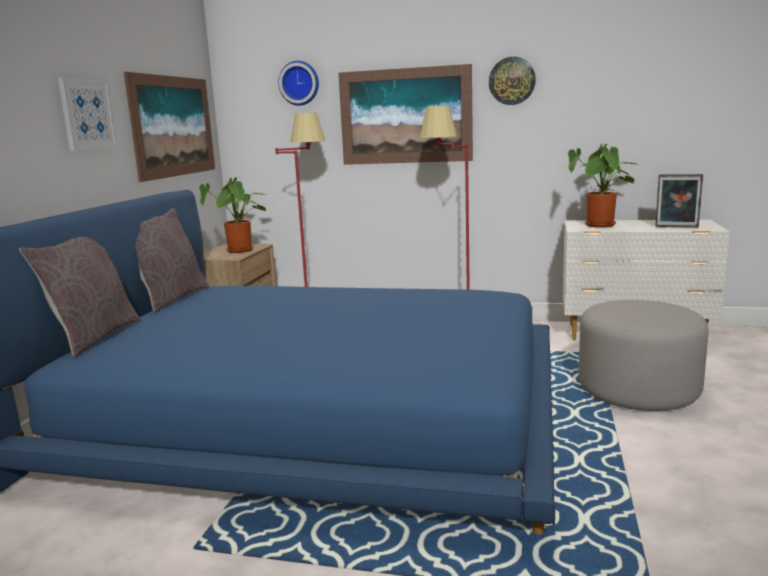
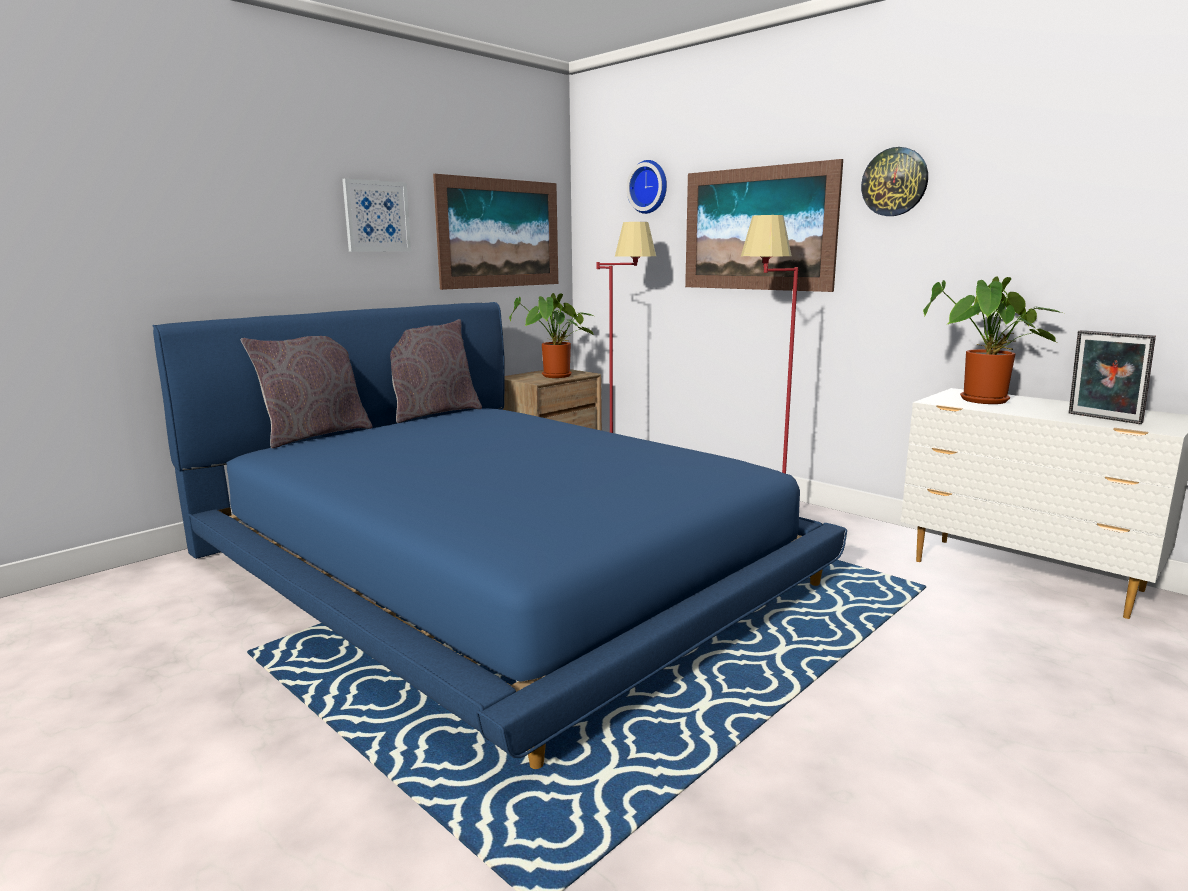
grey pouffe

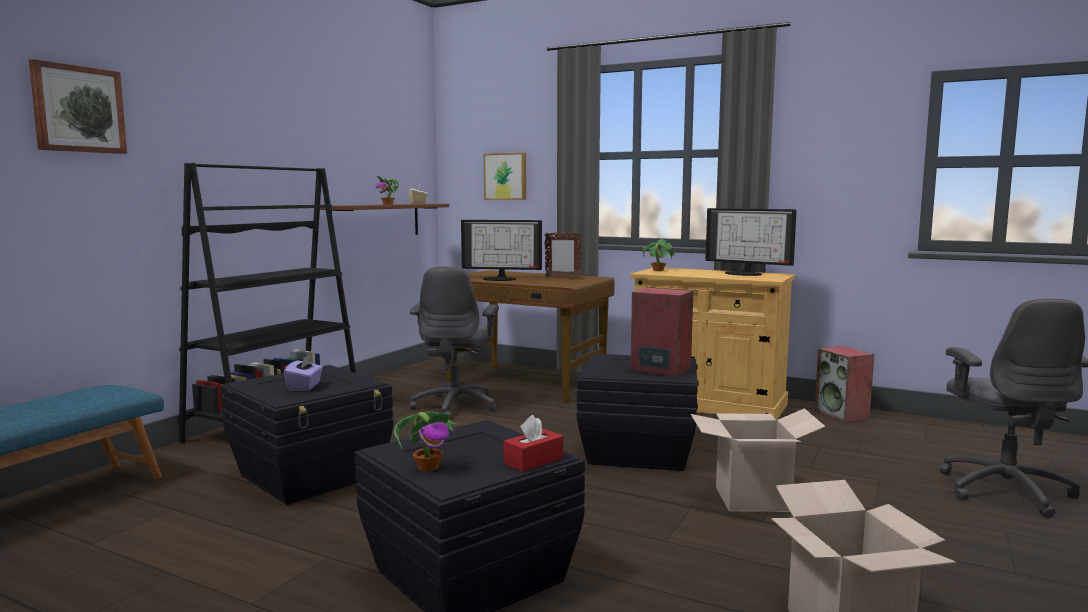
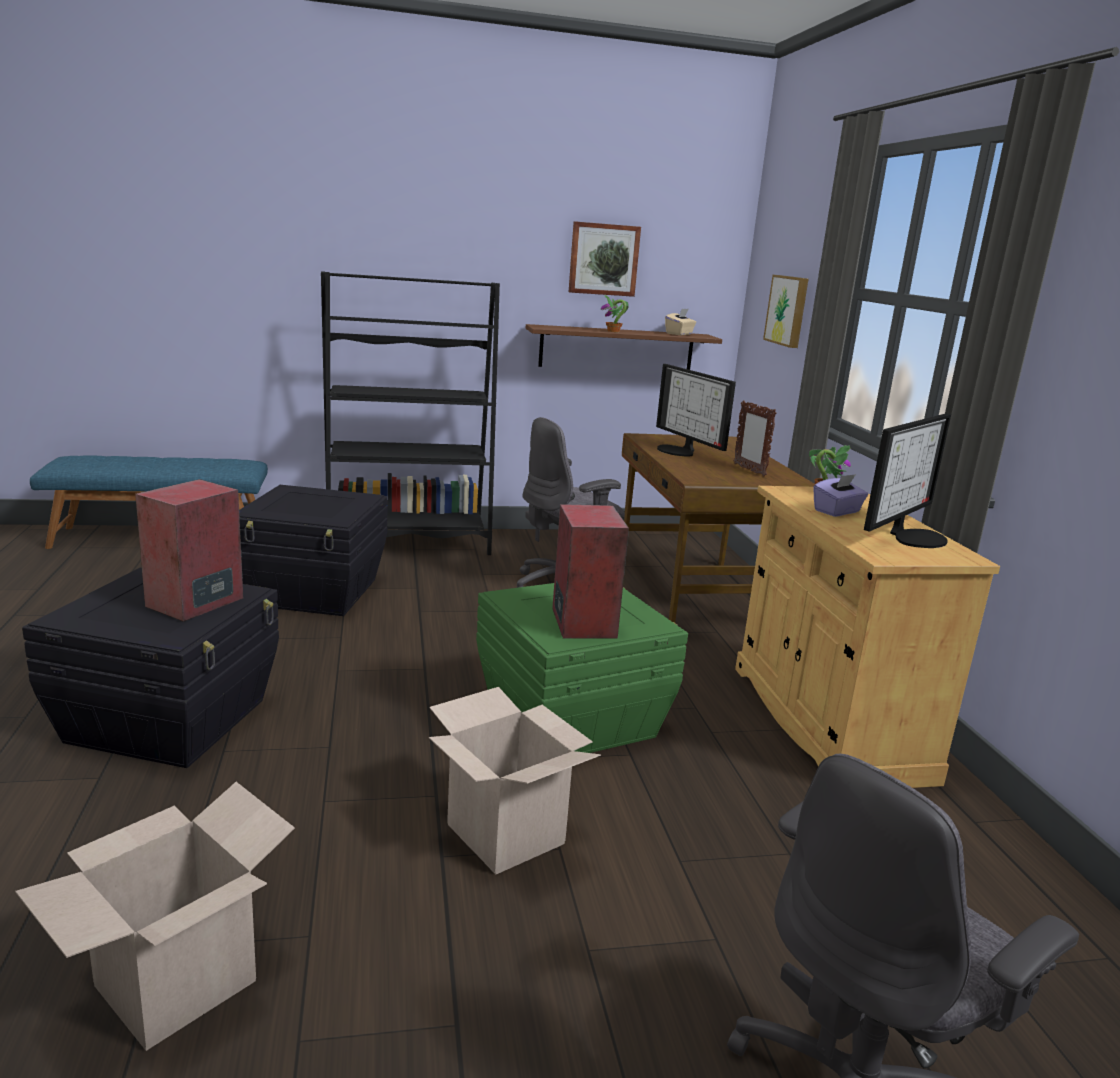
audio speaker (no. 1 from left)
green-coloured storage container
picture (no. 1 from left)
purplish tissue holder
monitor (no. 2 from left)
potted plant (no. 2 from left in the first image)
red tissue holder

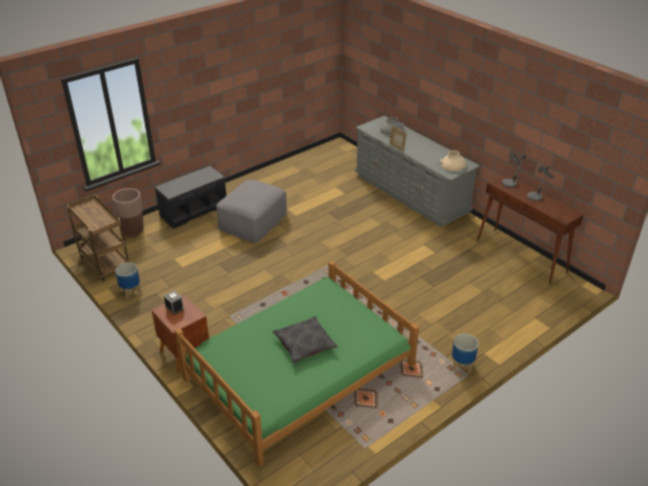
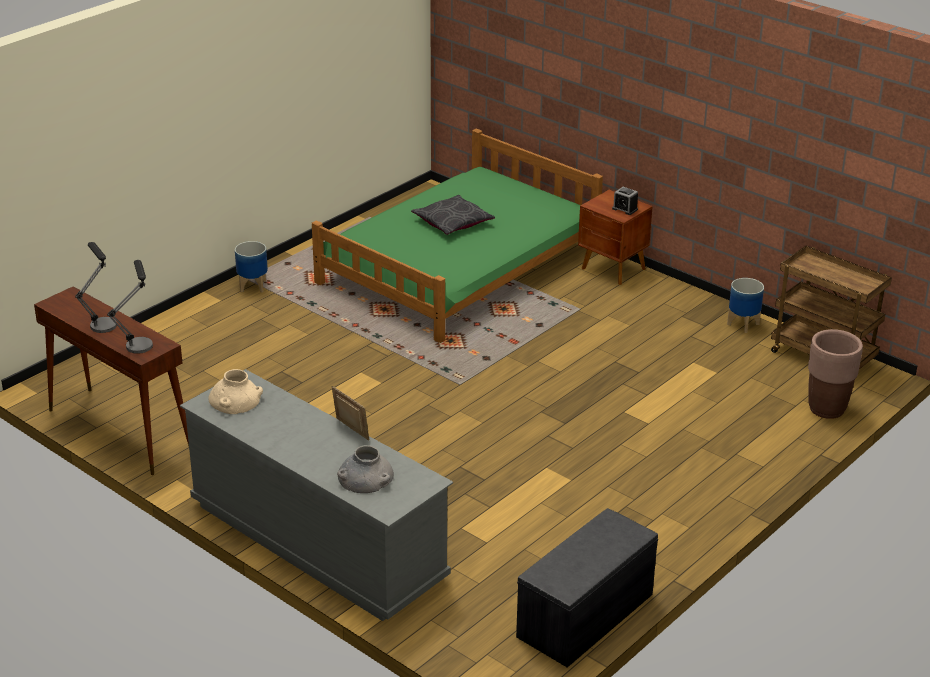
grey long seat
grey pouffe

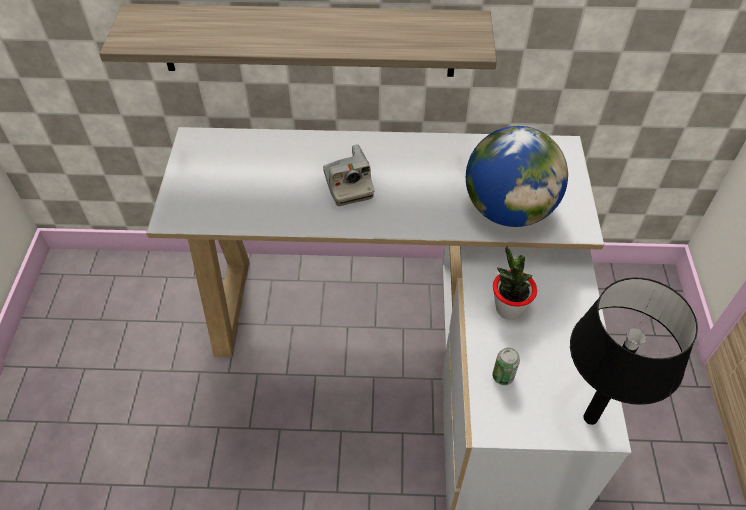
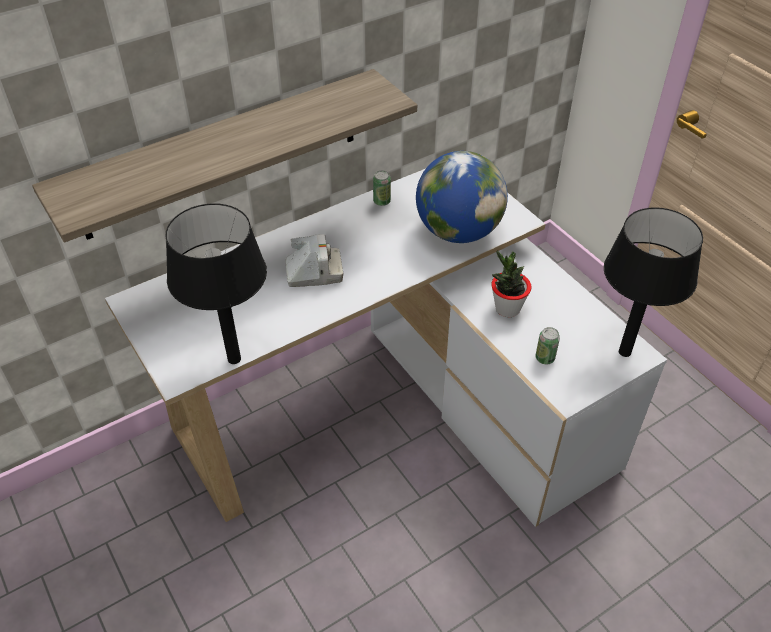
black-coloured table lamp (no. 1 from left)
still camera
metal can (no. 1 from left)

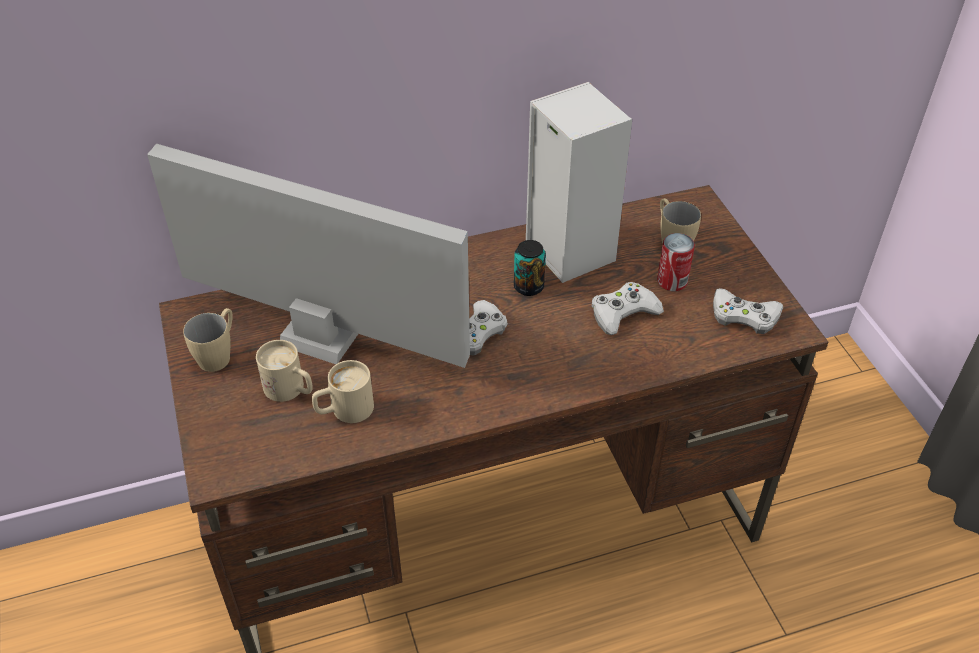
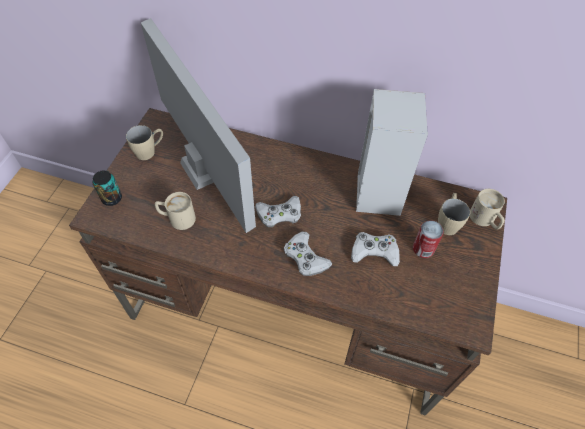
metal can (no. 1 from left)
whitish game controller (no. 2 from left)
beige-coloured coffee mug (no. 4 from left)

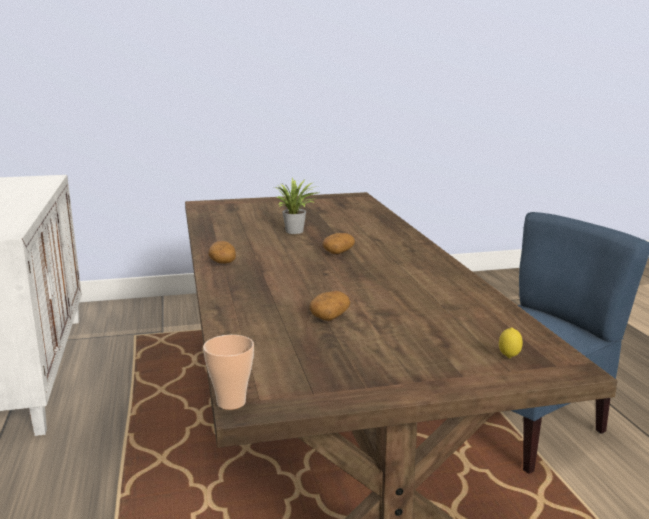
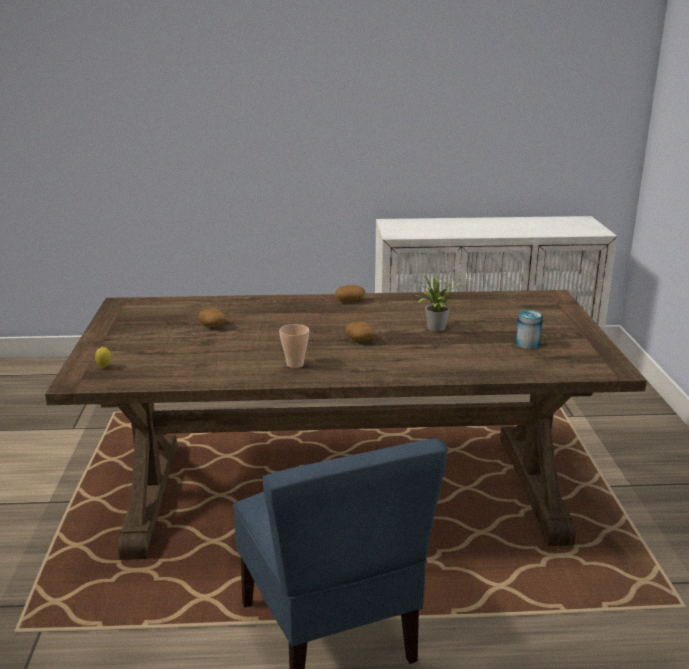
drinking cup
metal can

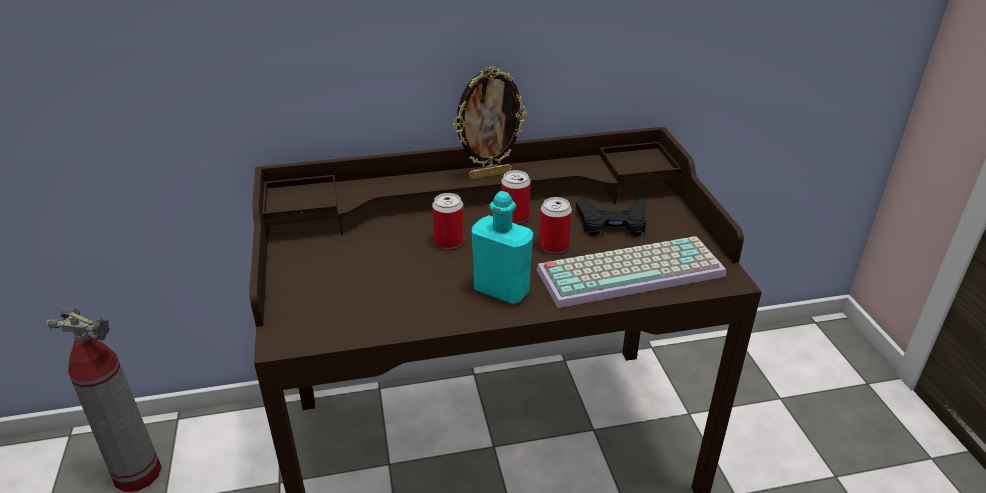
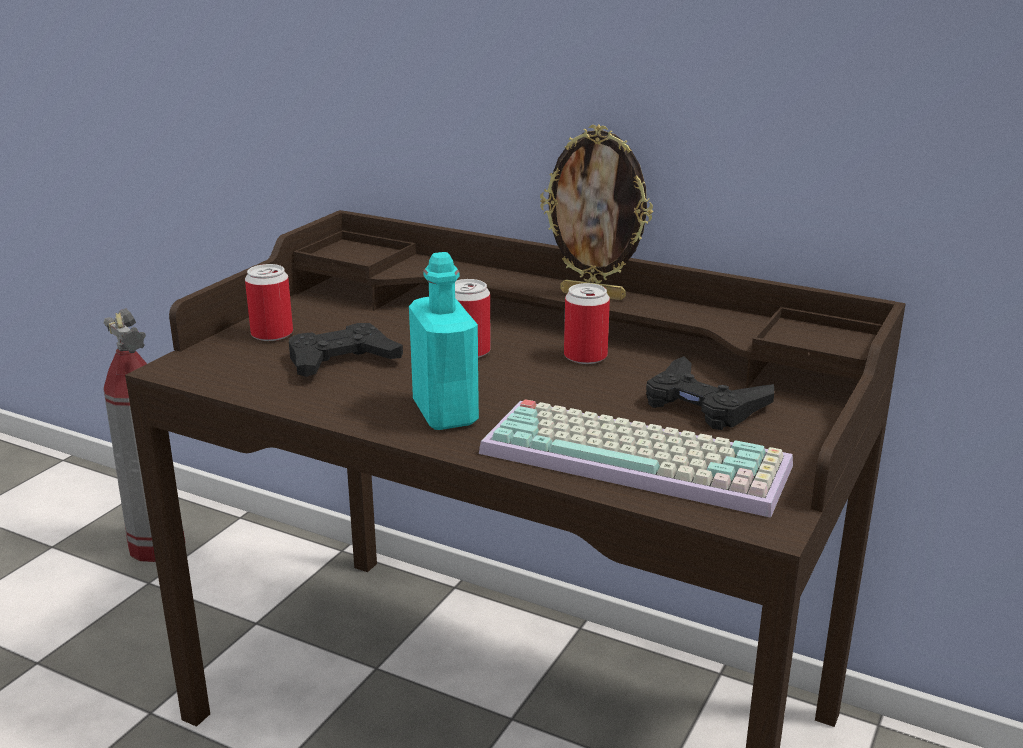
metal can (no. 1 from left)
black-coloured game controller (no. 1 from left)

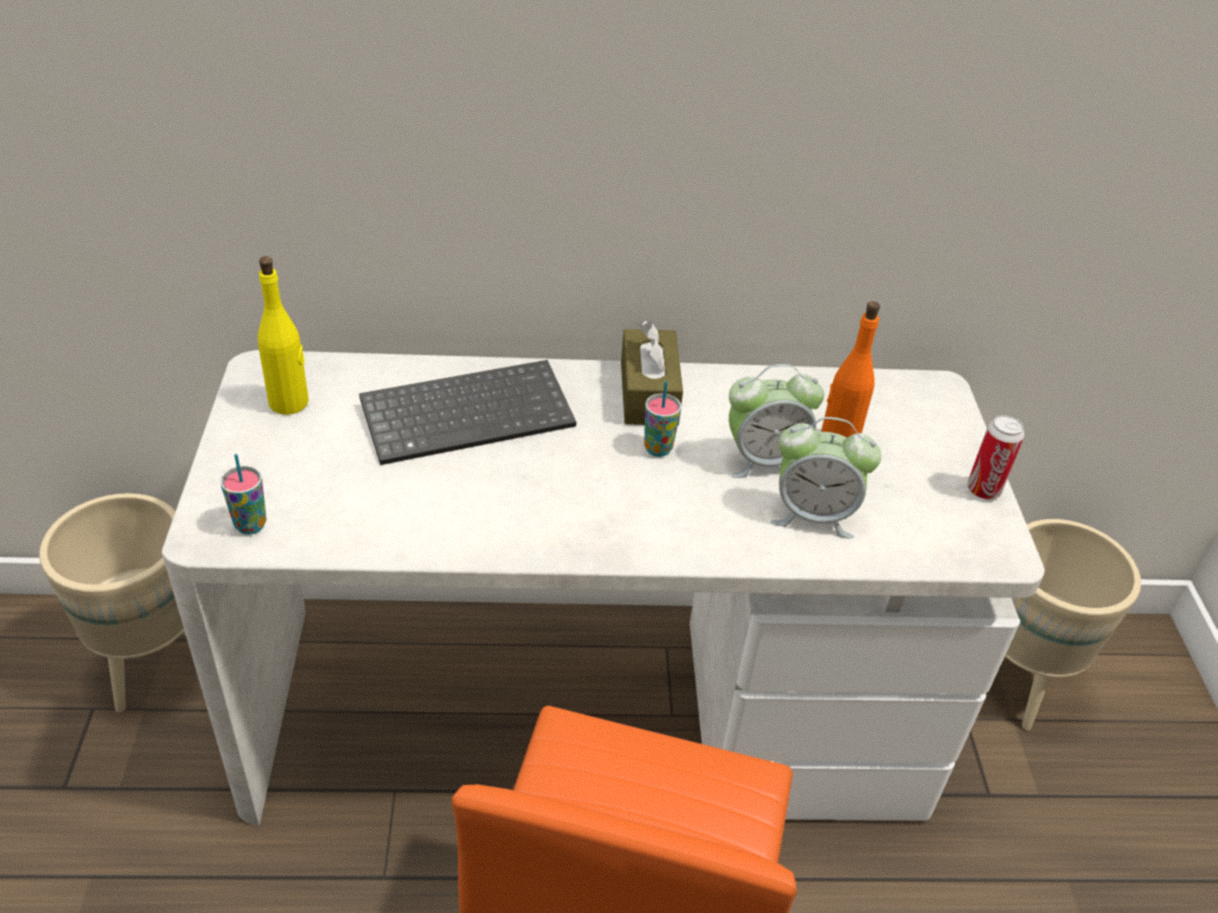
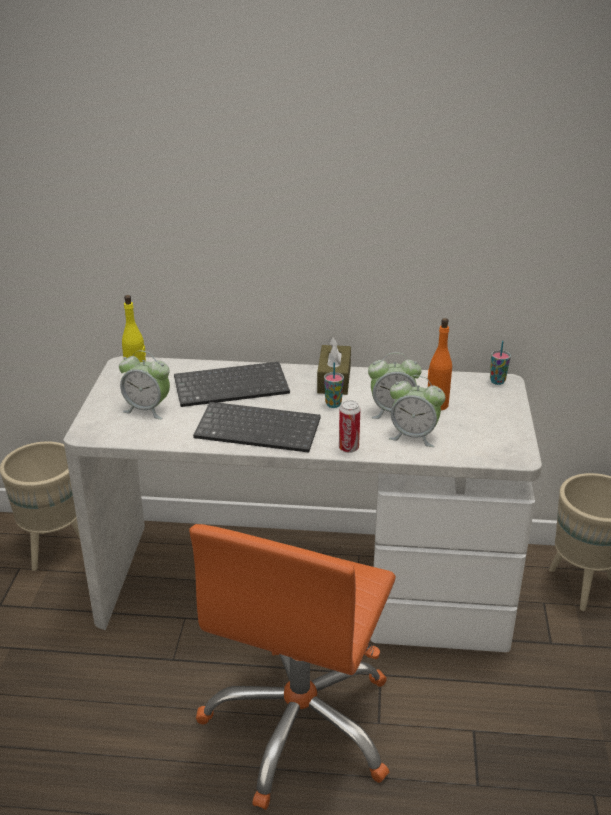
bedside clock (no. 1 from left)
PC keyboard (no. 2 from left)
metal can
drinking cup (no. 2 from left)

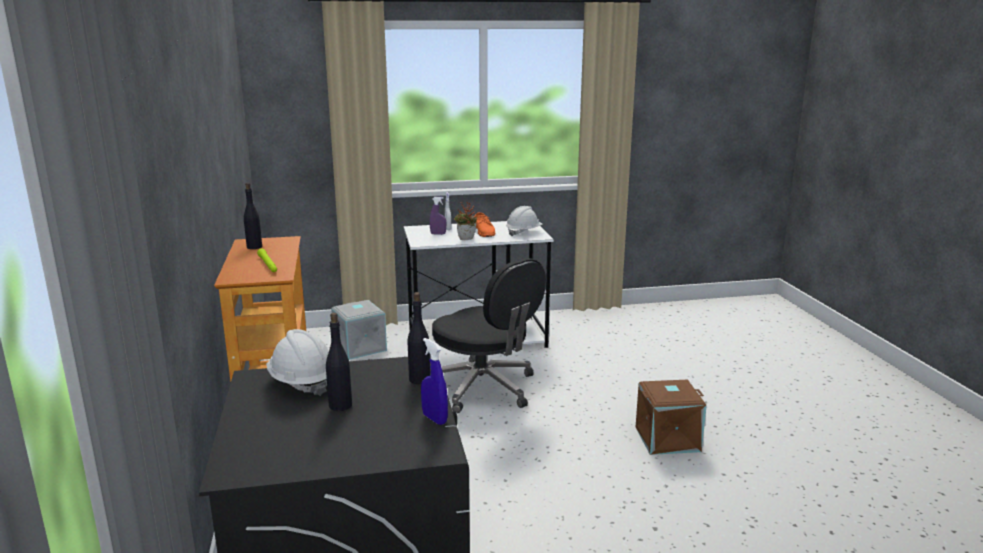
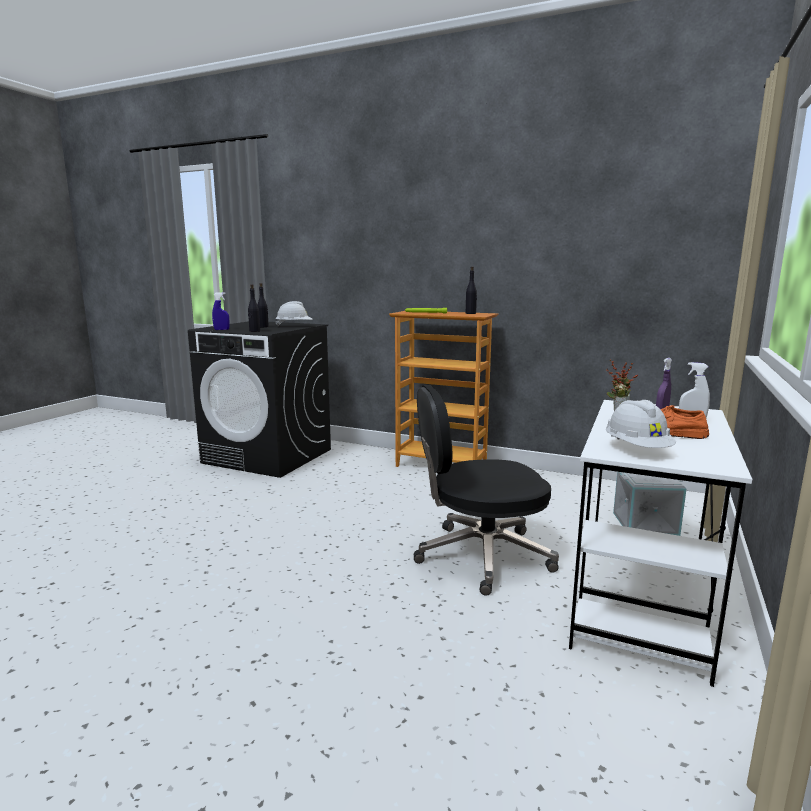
brownish storage container

